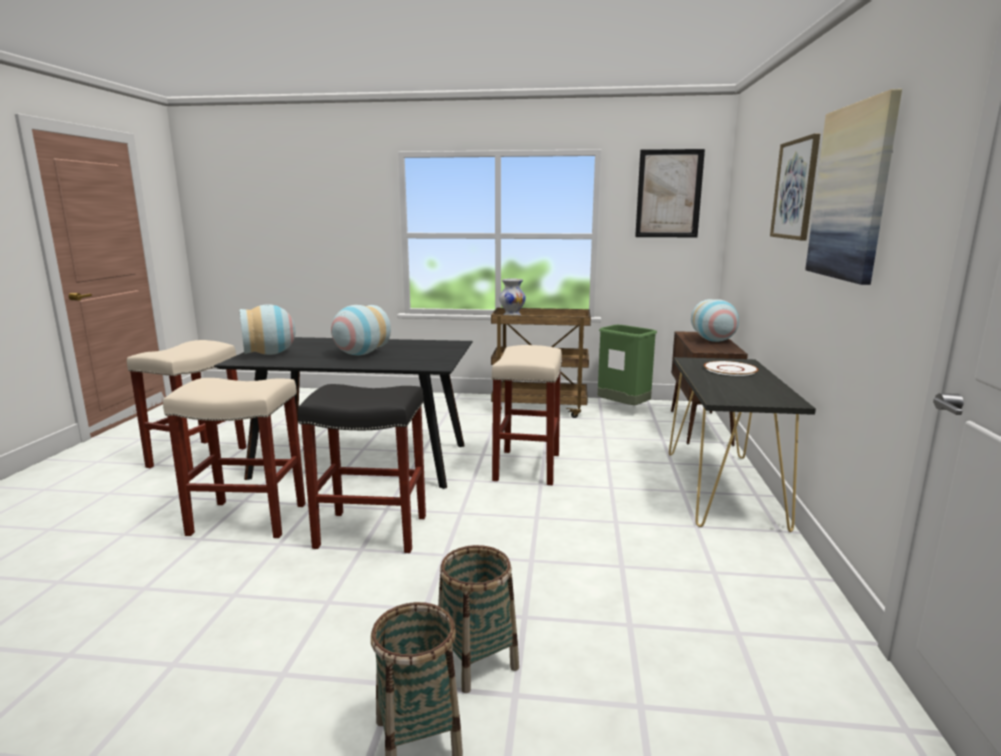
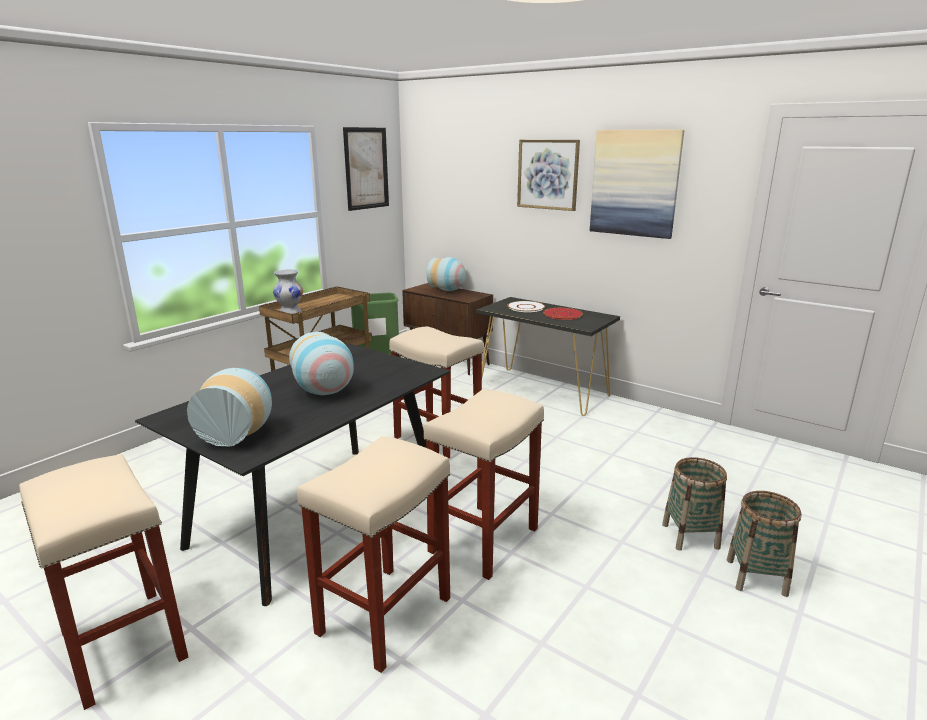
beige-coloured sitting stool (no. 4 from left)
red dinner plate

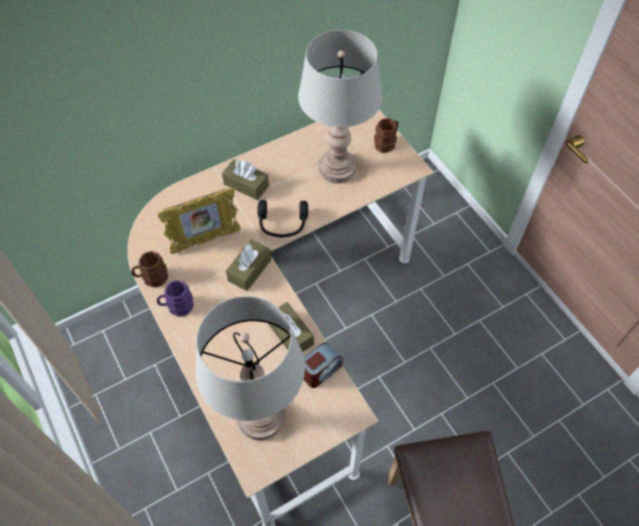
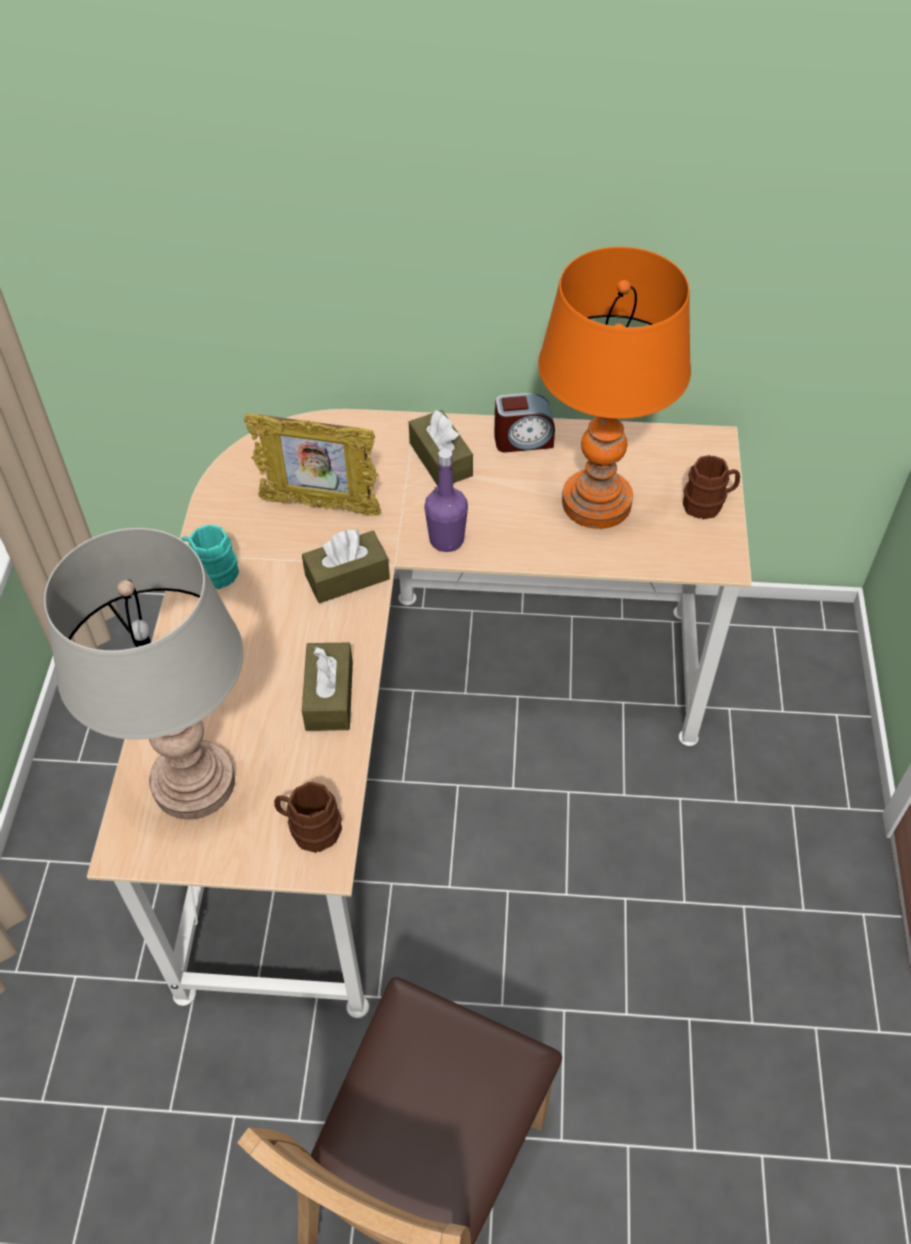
turquoise-coloured coffee mug
brownish coffee mug (no. 1 from left)
purplish bottle
bedside clock
orange-coloured table lamp

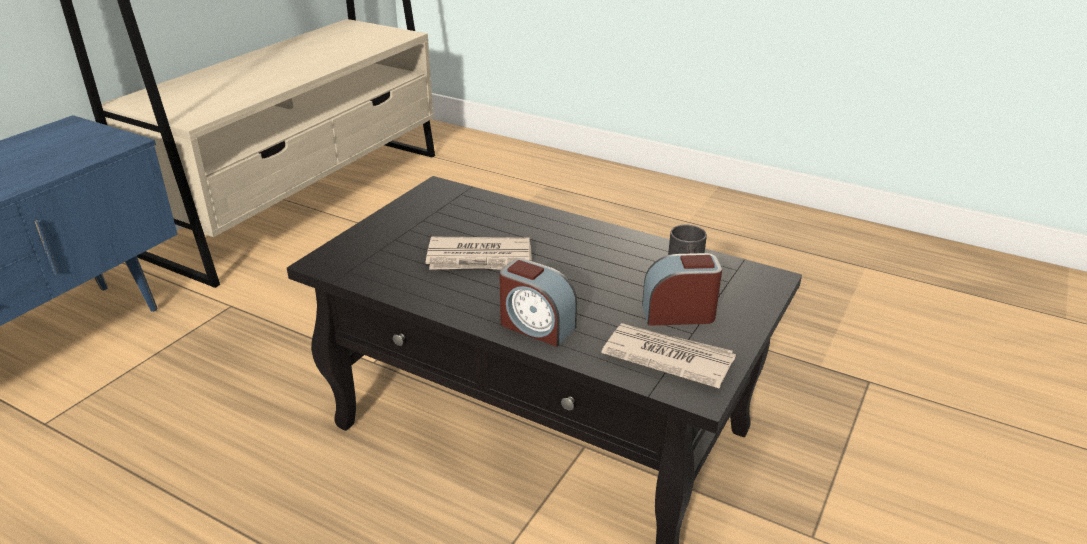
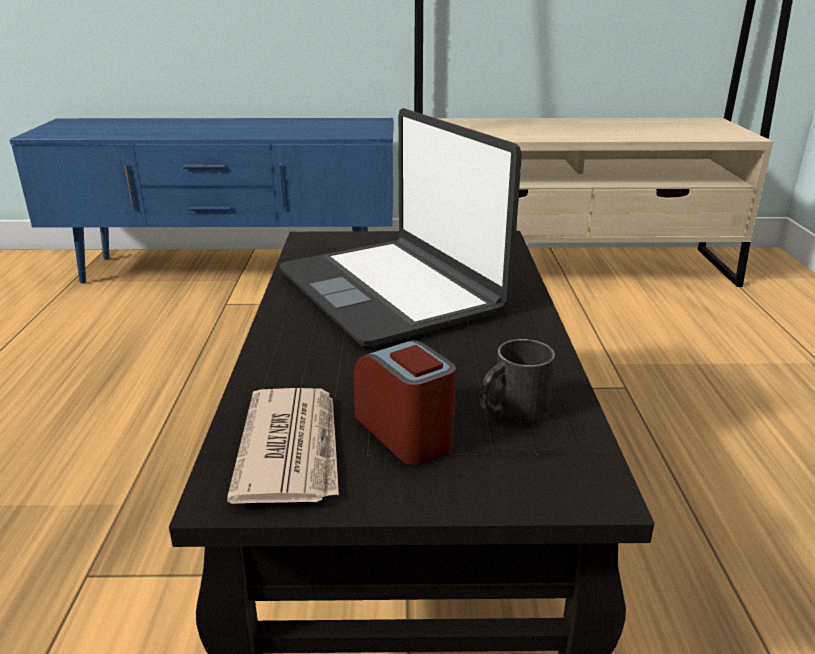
notebook computer
bedside clock (no. 1 from left in the first image)

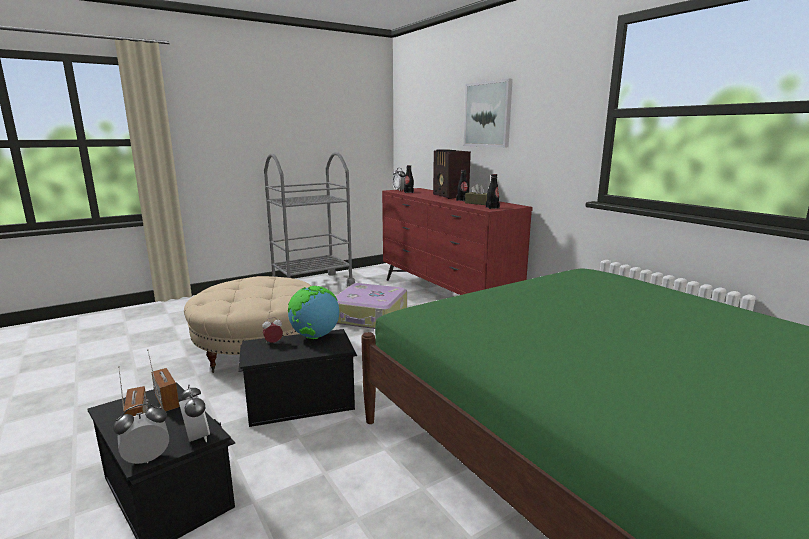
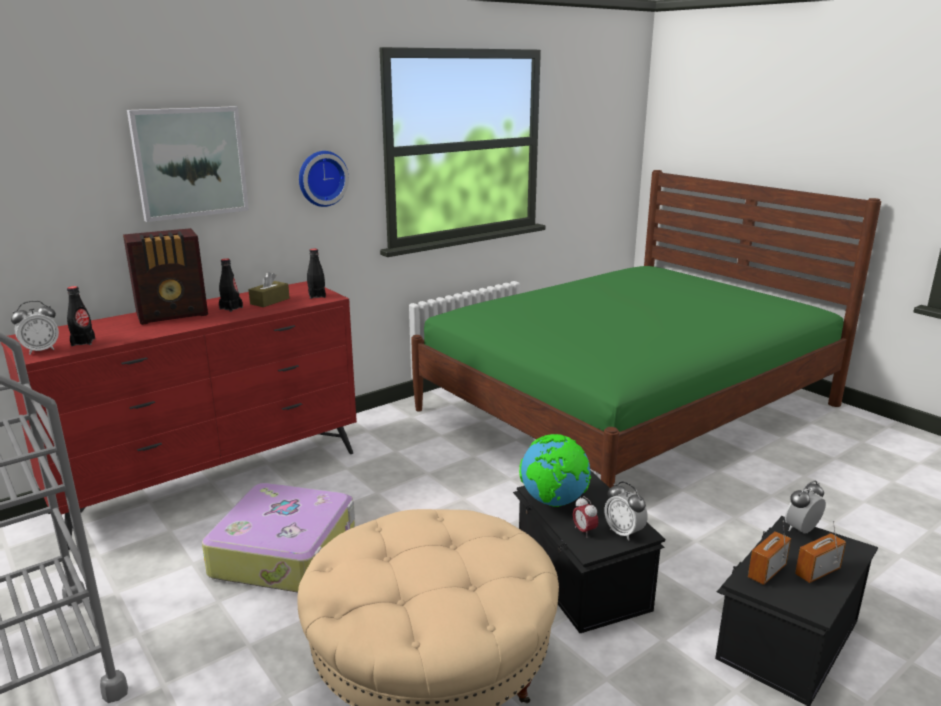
clock on the wall
bedside clock (no. 3 from left)

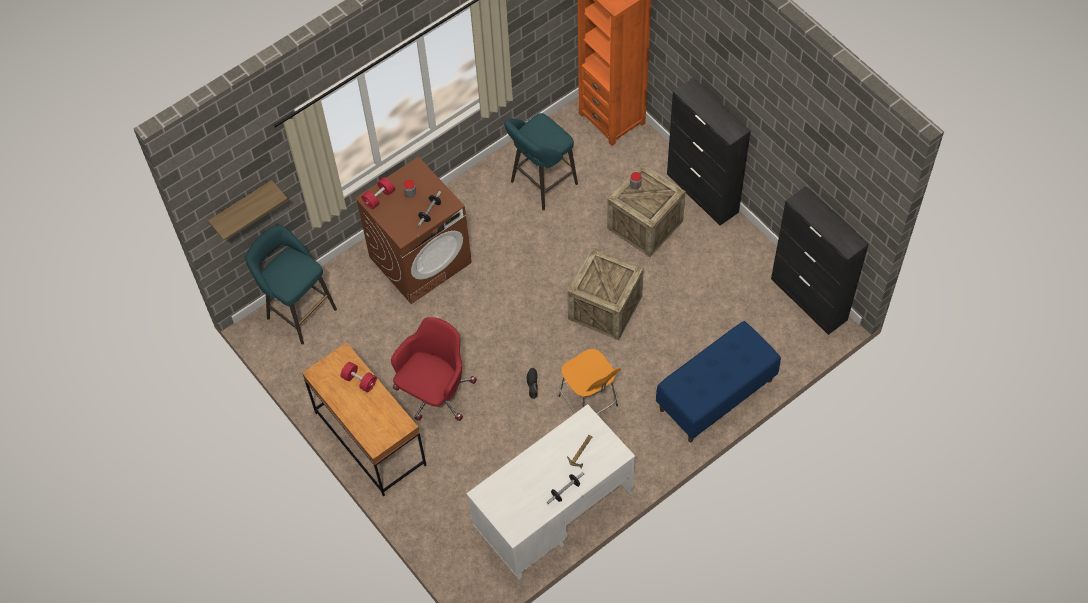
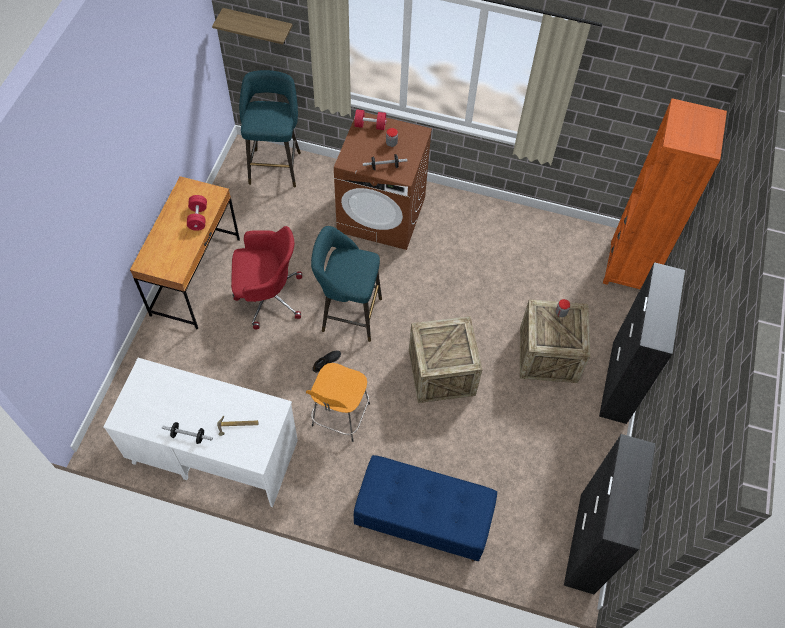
turquoise-coloured sitting stool (no. 2 from left)

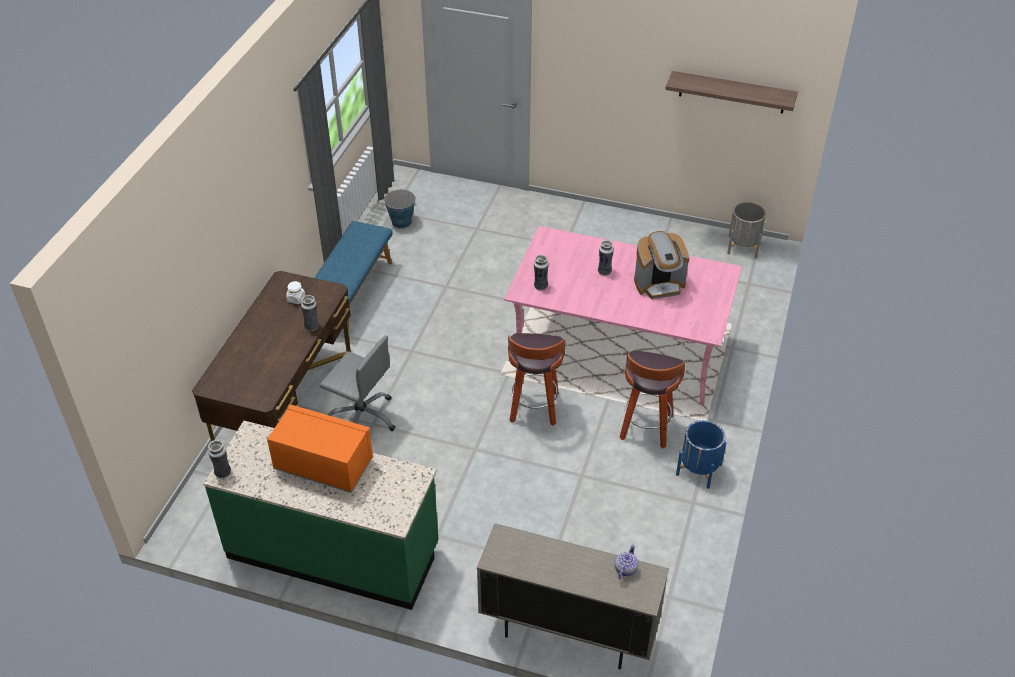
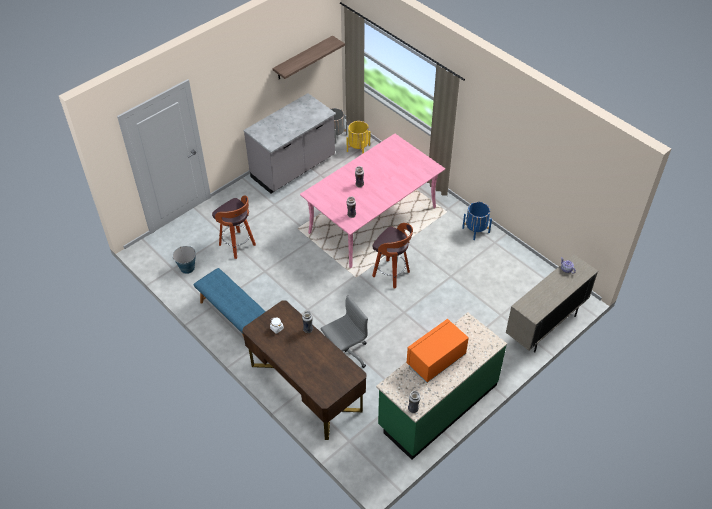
sitting stool (no. 1 from left)
grey kitchen base unit
yellowish planter
coffee machine

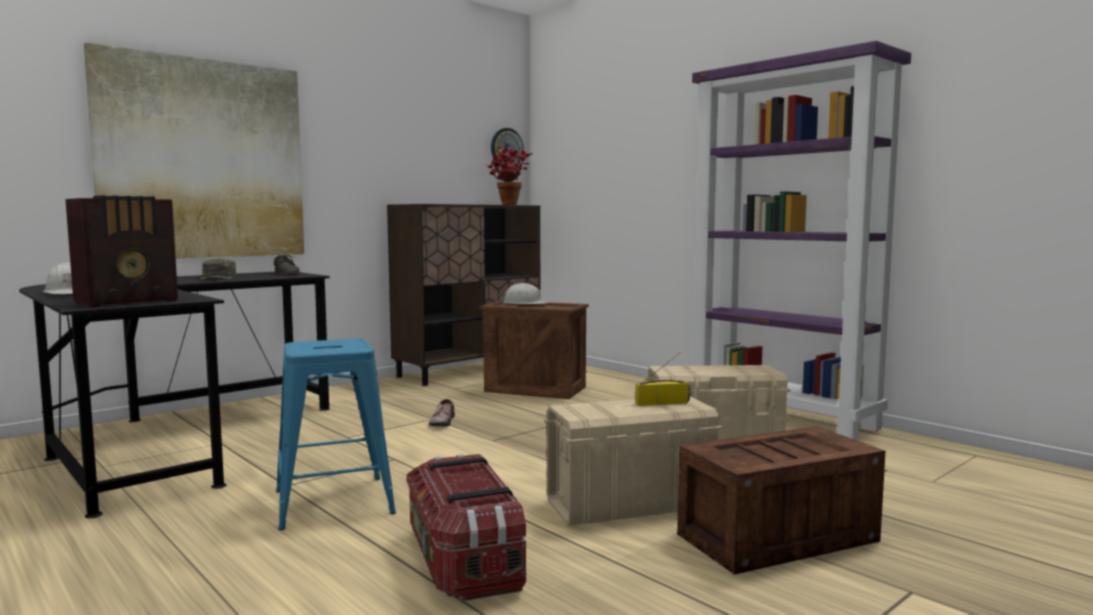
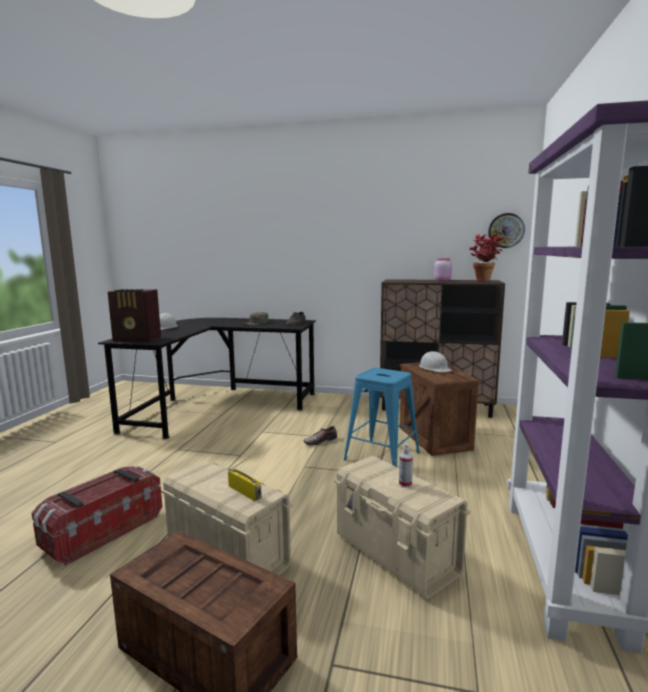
bluish sitting stool
hand sprayer
pink jar
picture

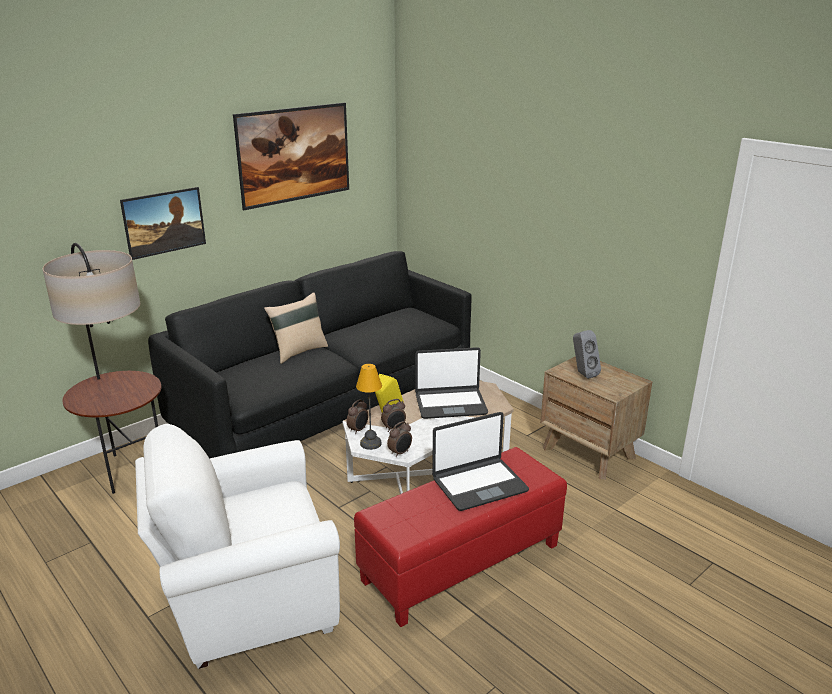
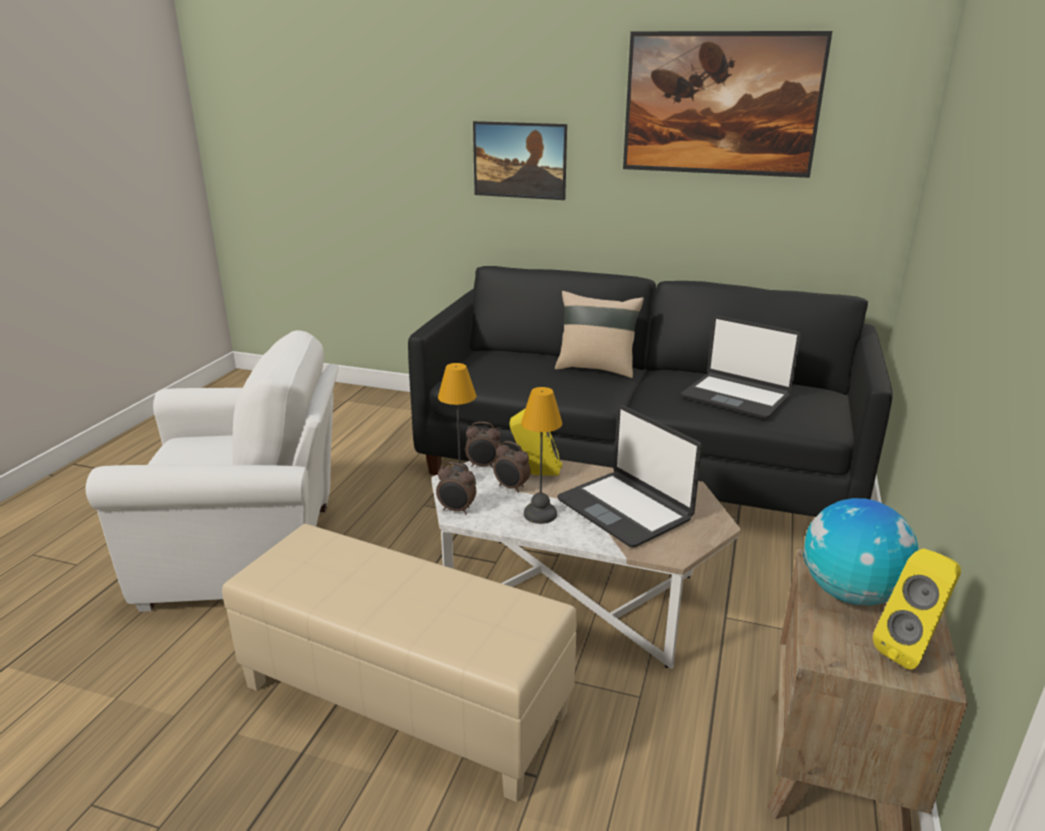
whitish easy chair
beige-coloured pouffe
table lamp (no. 2 from left)
notebook computer (no. 2 from left)
desk globe
yellowish audio speaker (no. 2 from left)
floor lamp

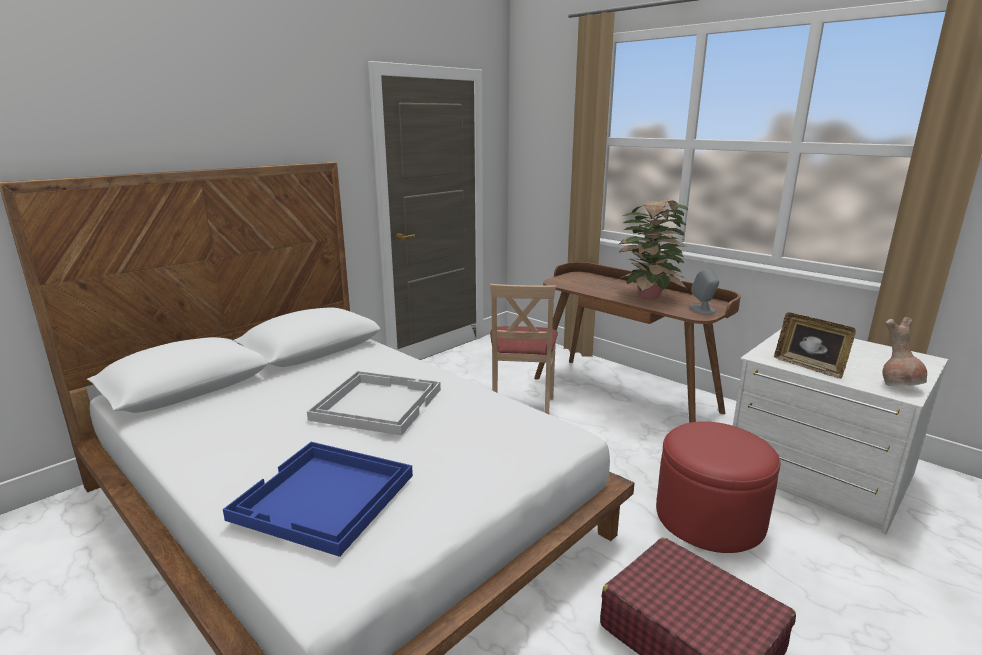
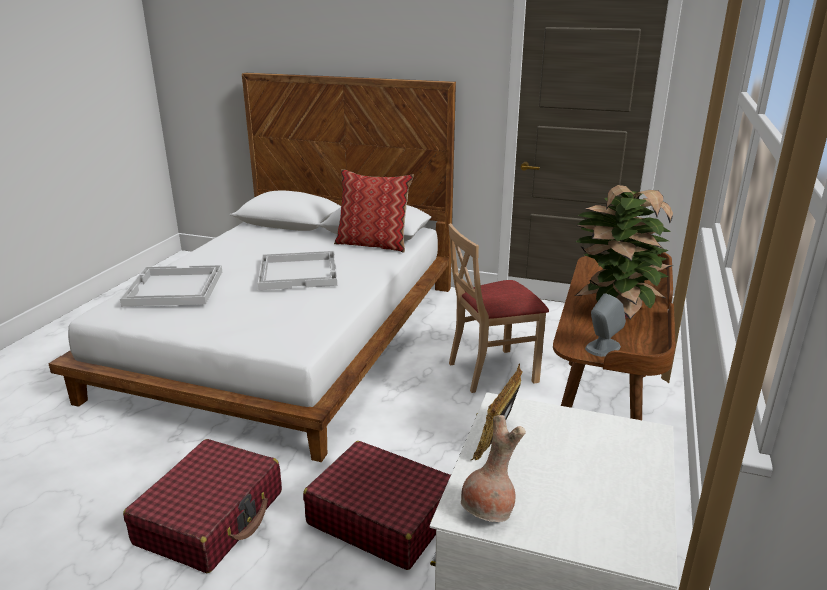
whitish serving tray (no. 1 from left)
red piece of luggage (no. 2 from left)
throw pillow

